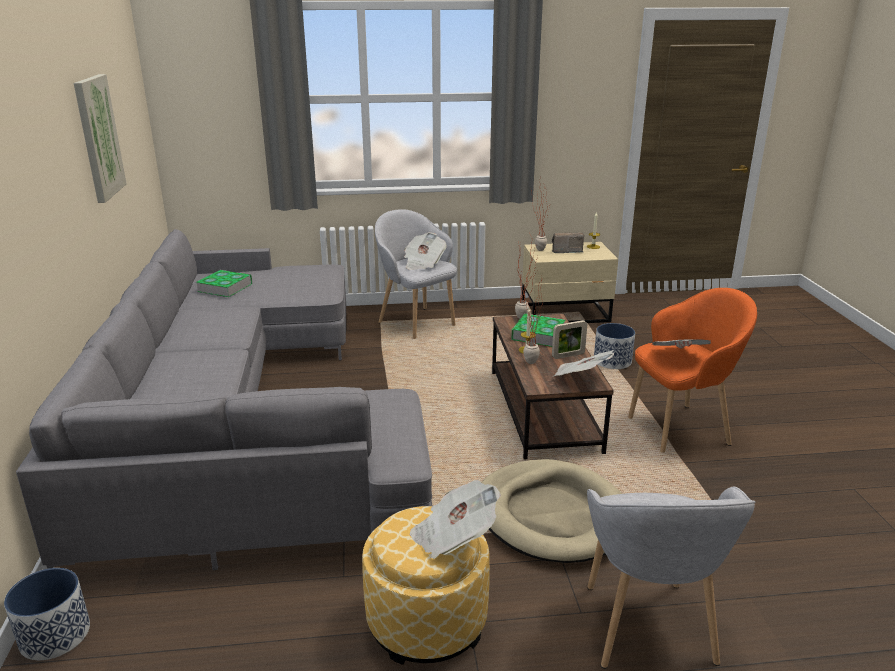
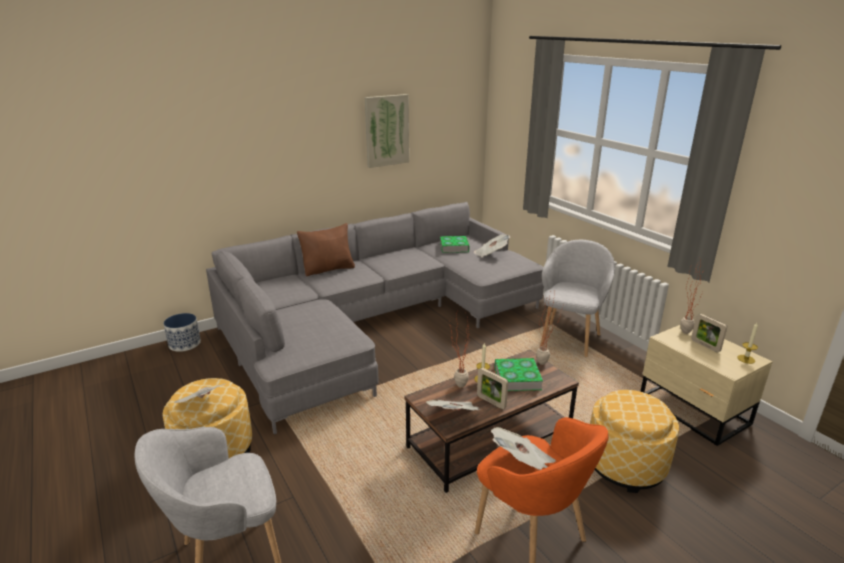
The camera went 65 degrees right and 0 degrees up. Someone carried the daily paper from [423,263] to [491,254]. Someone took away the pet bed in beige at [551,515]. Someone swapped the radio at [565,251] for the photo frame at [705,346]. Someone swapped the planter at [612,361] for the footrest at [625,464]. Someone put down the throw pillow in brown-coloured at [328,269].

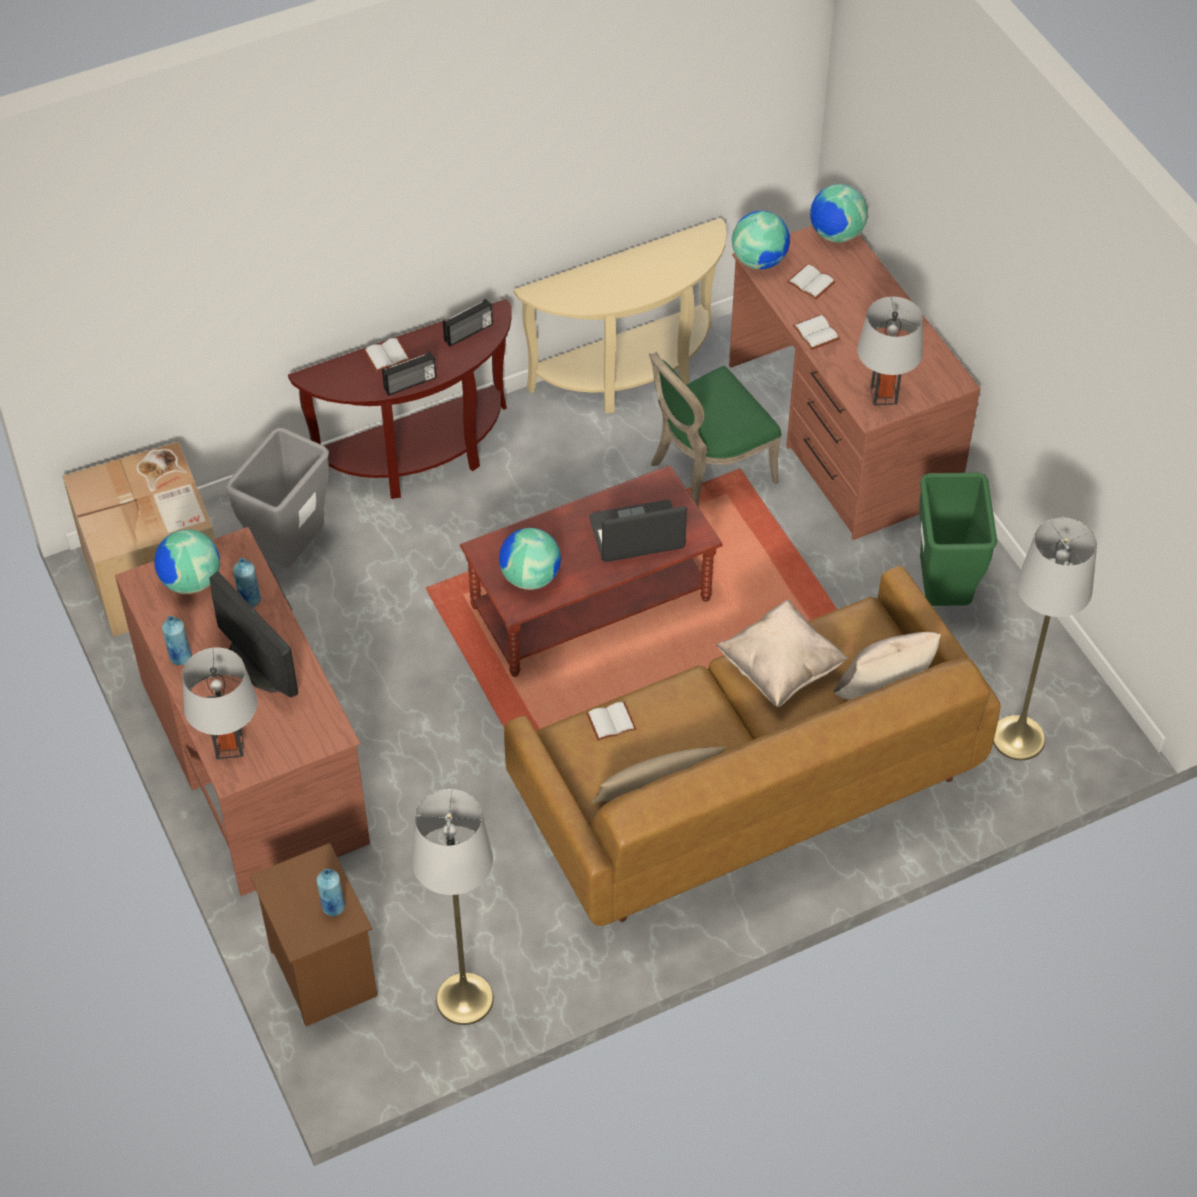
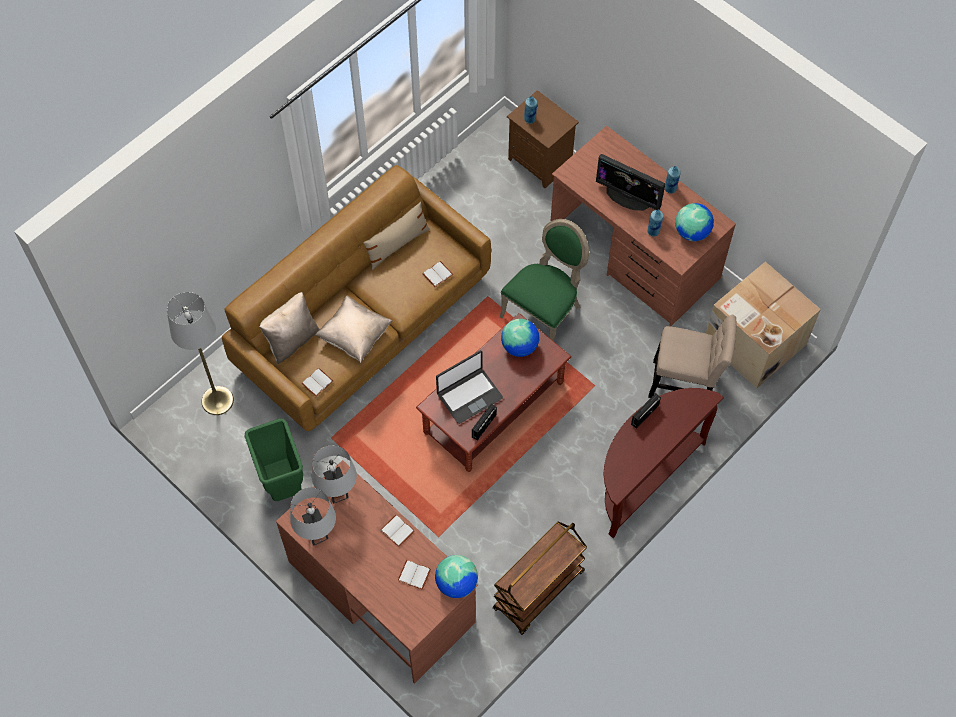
The camera went 160 degrees right and 10 degrees up. Someone carried the tabletop lamp in gray from [229,746] to [317,534]. Someone swapped the rubbish bin in gray at [291,551] for the plain chair in beige at [686,384]. Someone carried the bound book in white-coloured from [387,357] to [317,382]. Someone took away the floor lamp in gray at [464,999]. Someone carried the radio from [469,333] to [483,425]. Someone swapped the hall table in beige at [631,374] for the trolley in brown-coloured at [538,591]. Someone carried the plain chair in green-coloured from [707,471] to [544,311]. Someone took away the desk globe at [836,234].

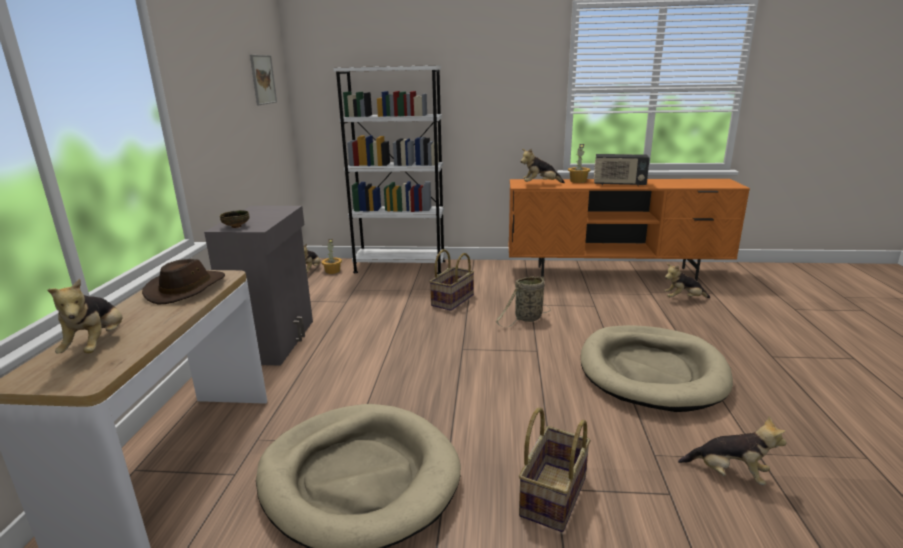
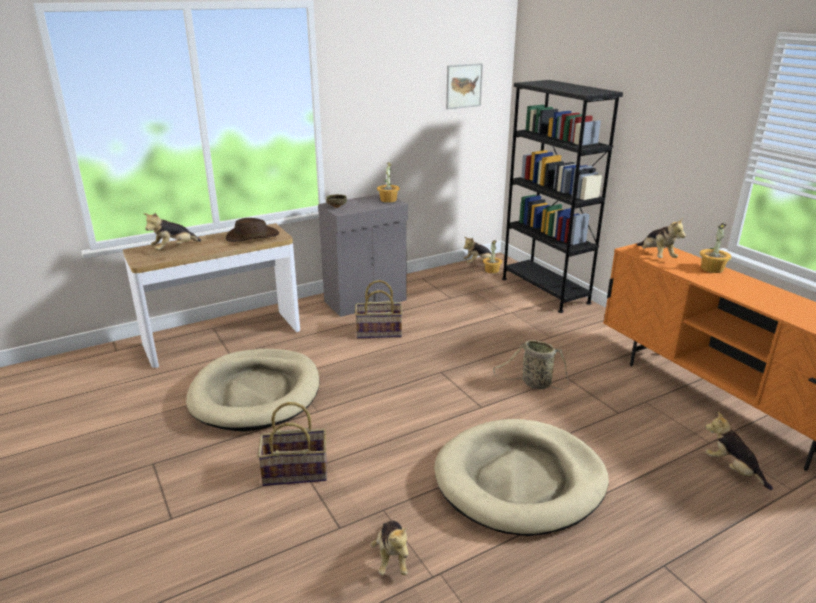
The camera went 55 degrees right and 5 degrees up. Someone repainted the bookcase in white-coloured at [400,266], which became the bookcase in black at [544,290]. Someone carried the household basket from [453,300] to [378,332]. Someone rotated the plush toy at [540,184] by 150 degrees counterclockwise. Someone took away the radio at [619,184]. Someone put down the potted plant at [388,200].

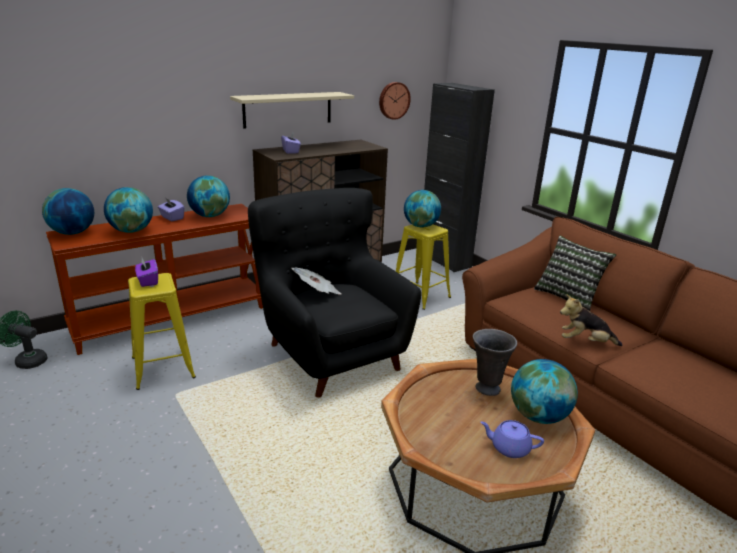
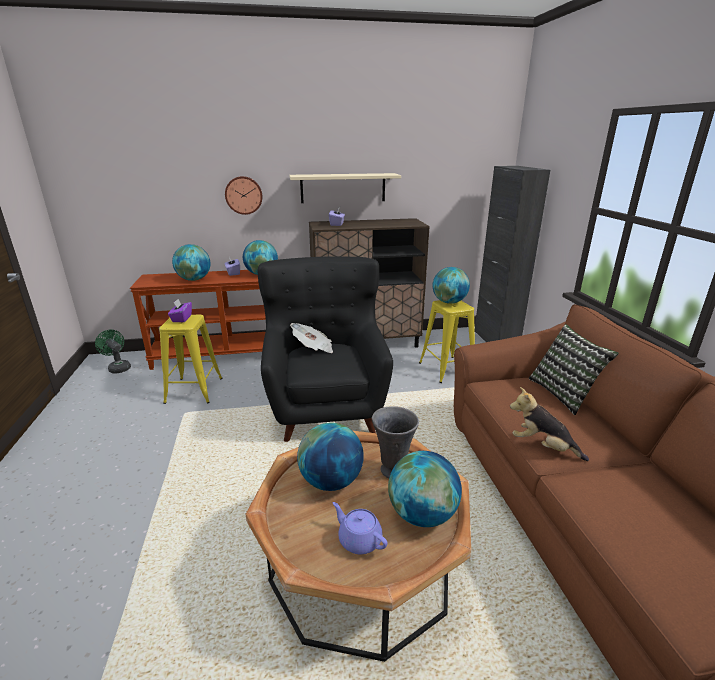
The camera went 25 degrees right and 0 degrees up. Someone carried the desk globe from [72,233] to [331,481]. Someone carried the hanging clock from [393,100] to [244,195].

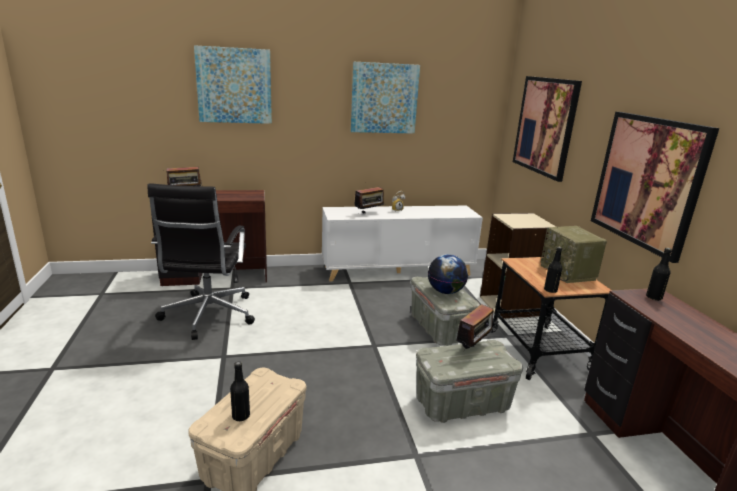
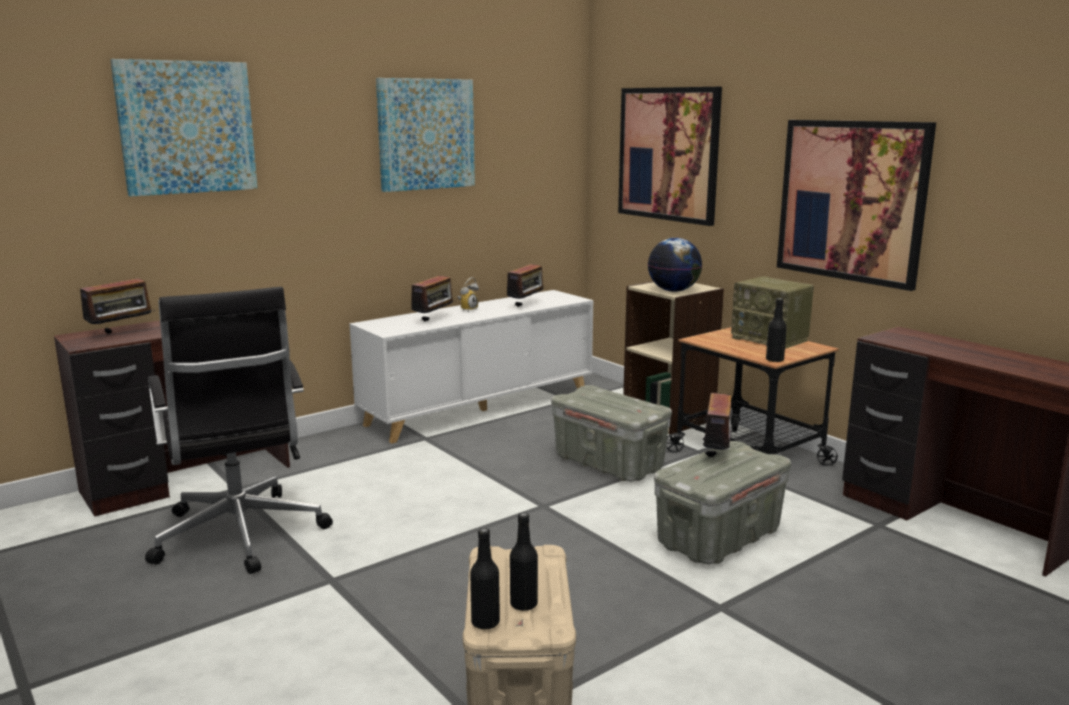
The camera went 25 degrees left and 5 degrees down. Someone carried the desk globe from [445,292] to [673,291]. Someone carried the drink bottle in black from [654,297] to [485,622]. Someone put down the radio at [526,305].

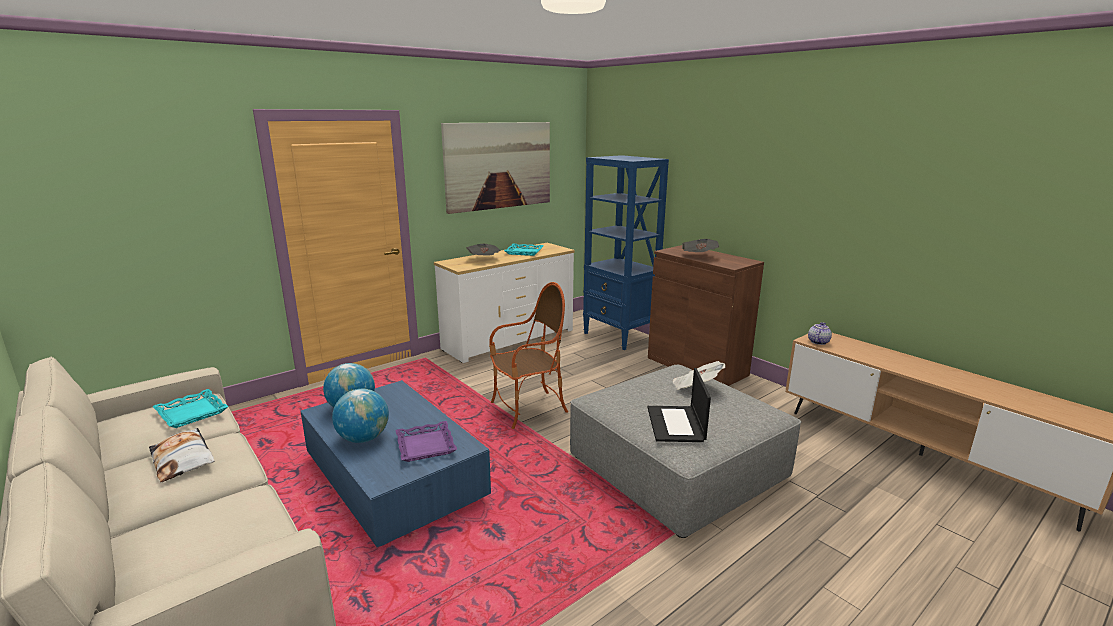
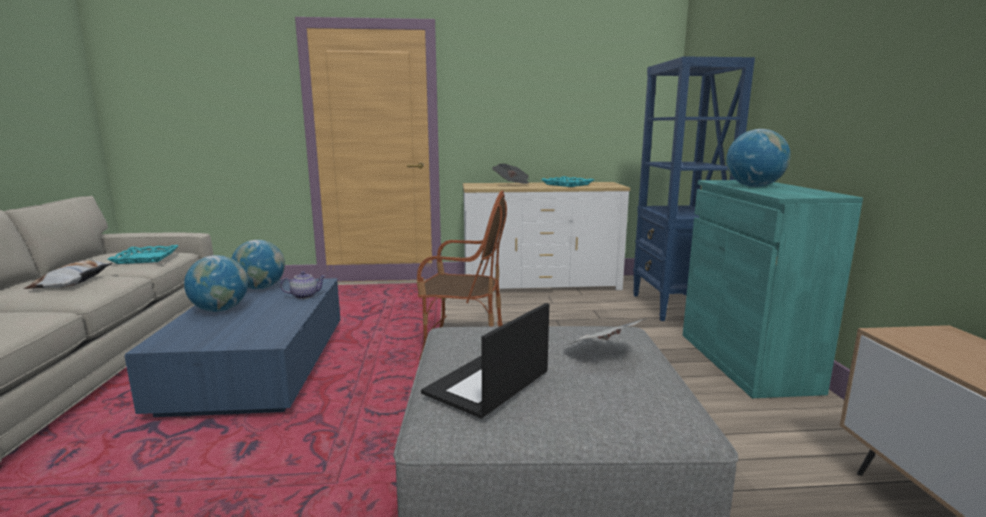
The camera went 35 degrees right and 5 degrees down. Someone took away the serving tray in purple at [425,446]. Someone took away the wall art at [498,165]. Someone repainted the cupboard in brown-coloured at [696,366], which became the cupboard in blue-green at [746,361]. Someone swapped the daily paper at [699,256] for the desk globe at [753,186]. Someone carried the teapot from [817,342] to [305,296].

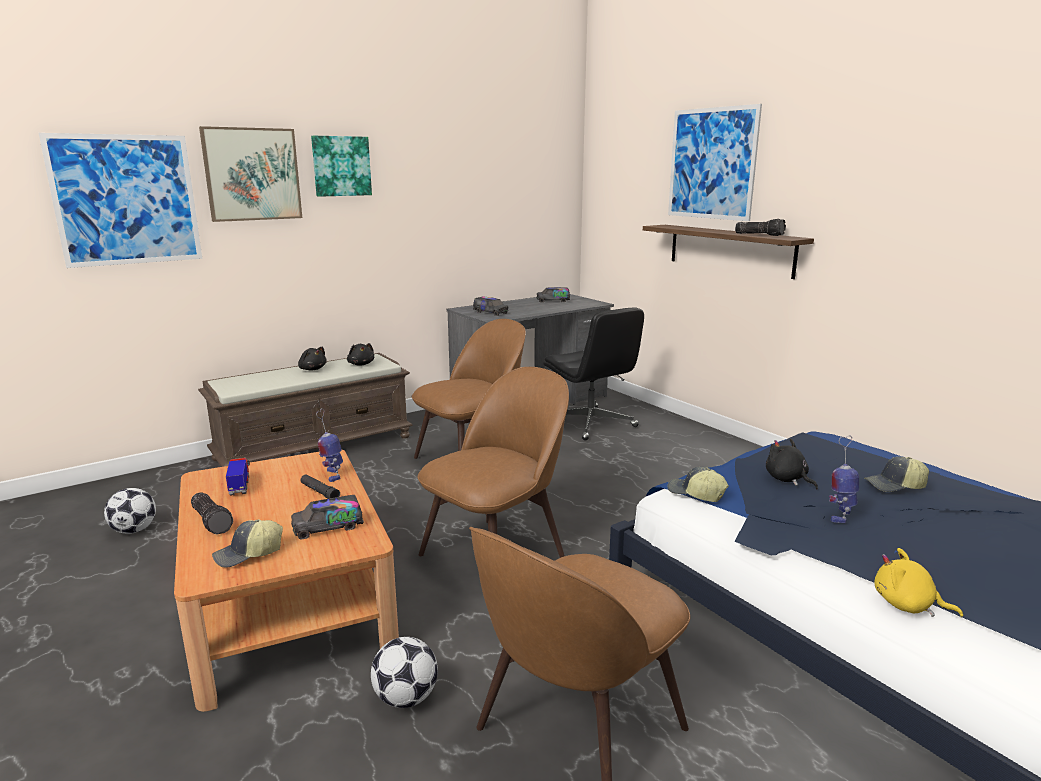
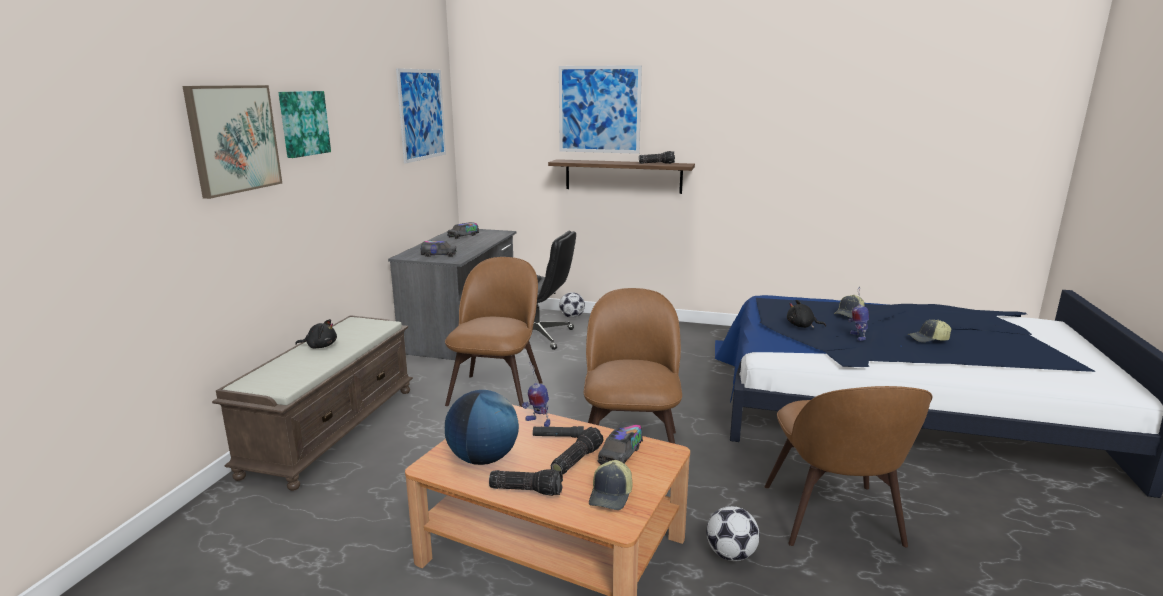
The camera went 40 degrees left and 0 degrees up. Someone carried the wall art from [126,200] to [422,114]. Someone carried the football from [134,530] to [572,317]. Someone swapped the toy lorry at [239,486] for the desk globe at [483,459]. Someone took away the plush toy in black at [361,364]. Someone carried the cap from [695,494] to [928,339]. Someone took away the plush toy in yellow-coloured at [907,605]. Someone put down the hand torch at [576,460].

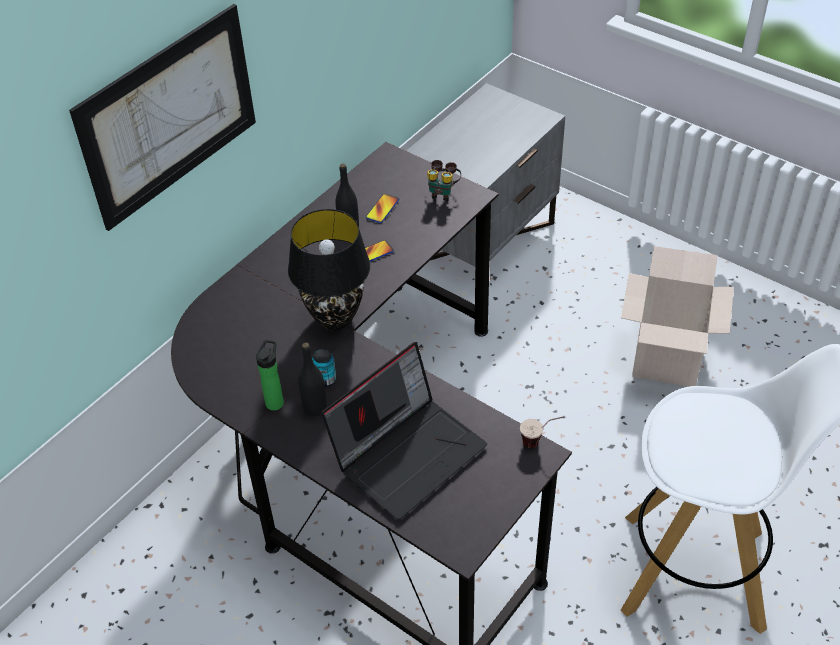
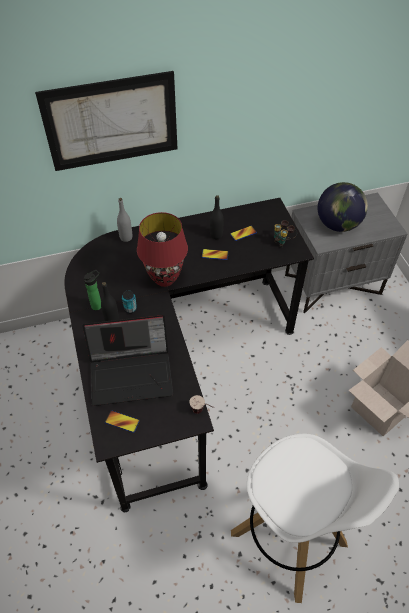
The camera went 35 degrees right and 5 degrees up. Someone repainted the tabletop lamp in black at [334,319], which became the tabletop lamp in red-coloured at [164,279]. Someone put down the telephone at [122,422]. Someone put down the drink bottle in gray at [126,237]. Someone put down the desk globe at [338,224].

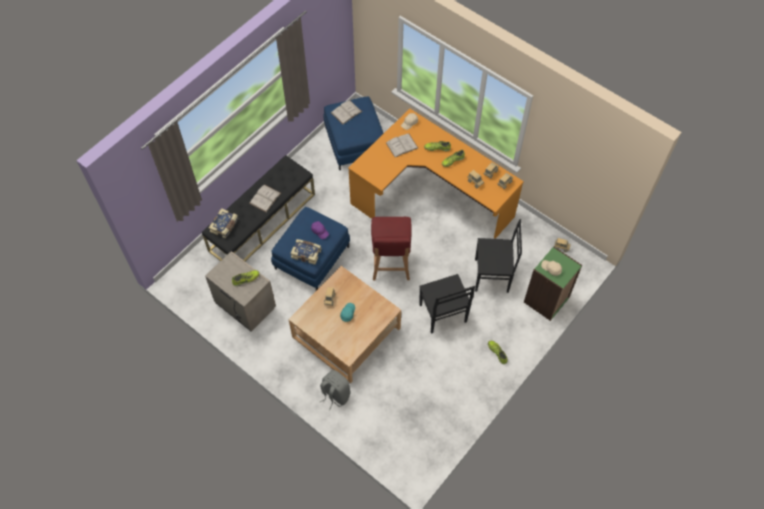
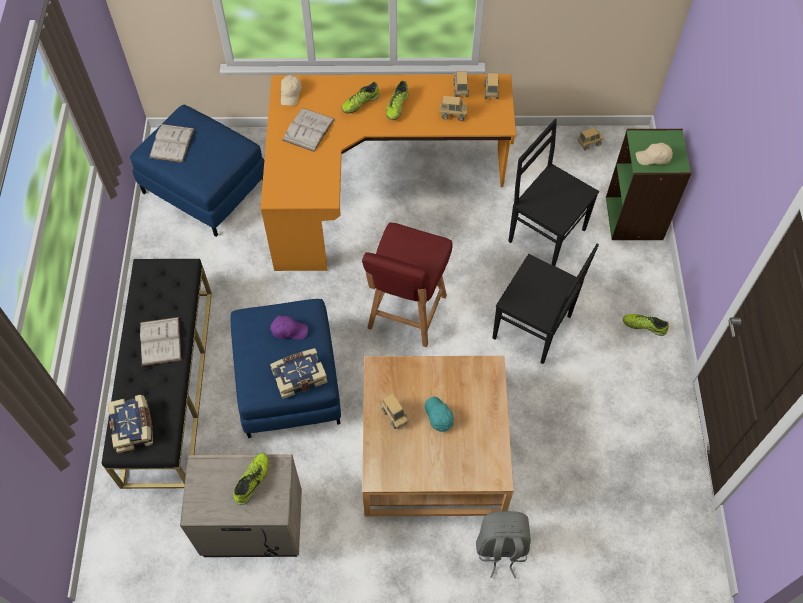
The camera went 40 degrees left and 0 degrees up. Someone rotated the plain chair in red-coloured at [390,265] by 60 degrees clockwise. Someone rotated the plain chair in black at [493,275] by 105 degrees counterclockwise.

